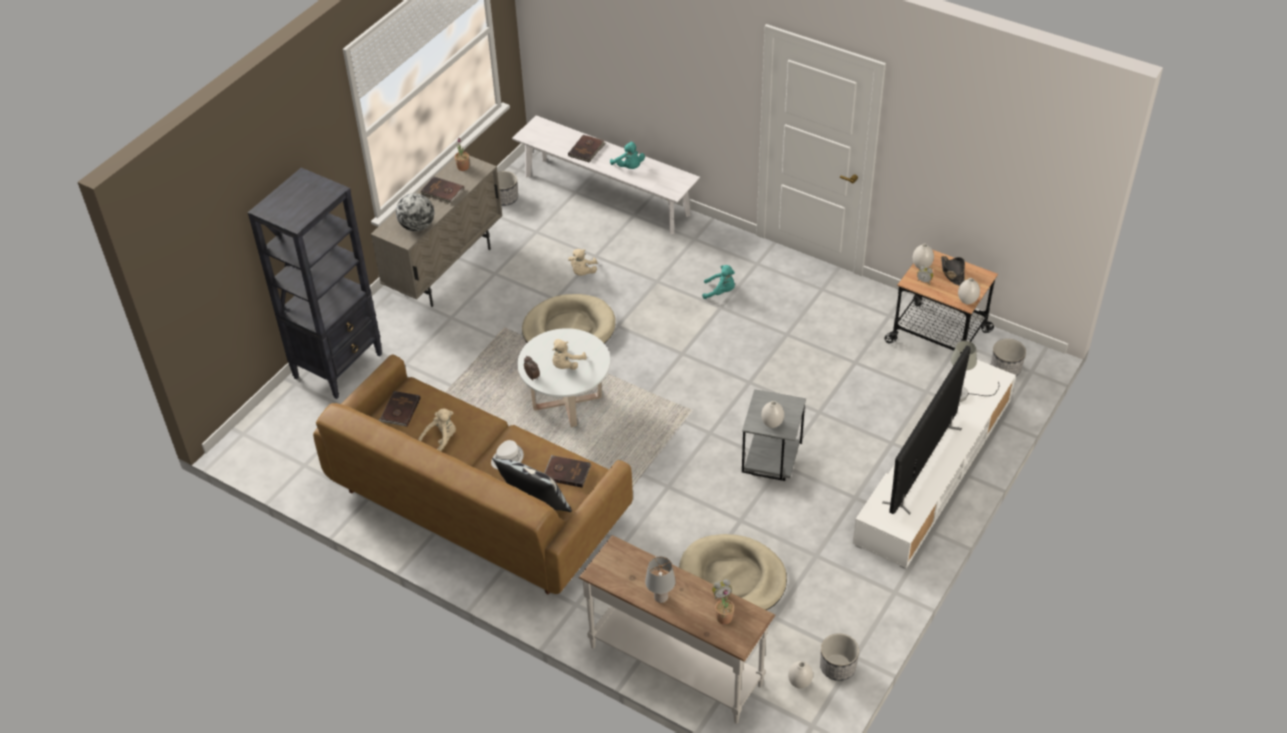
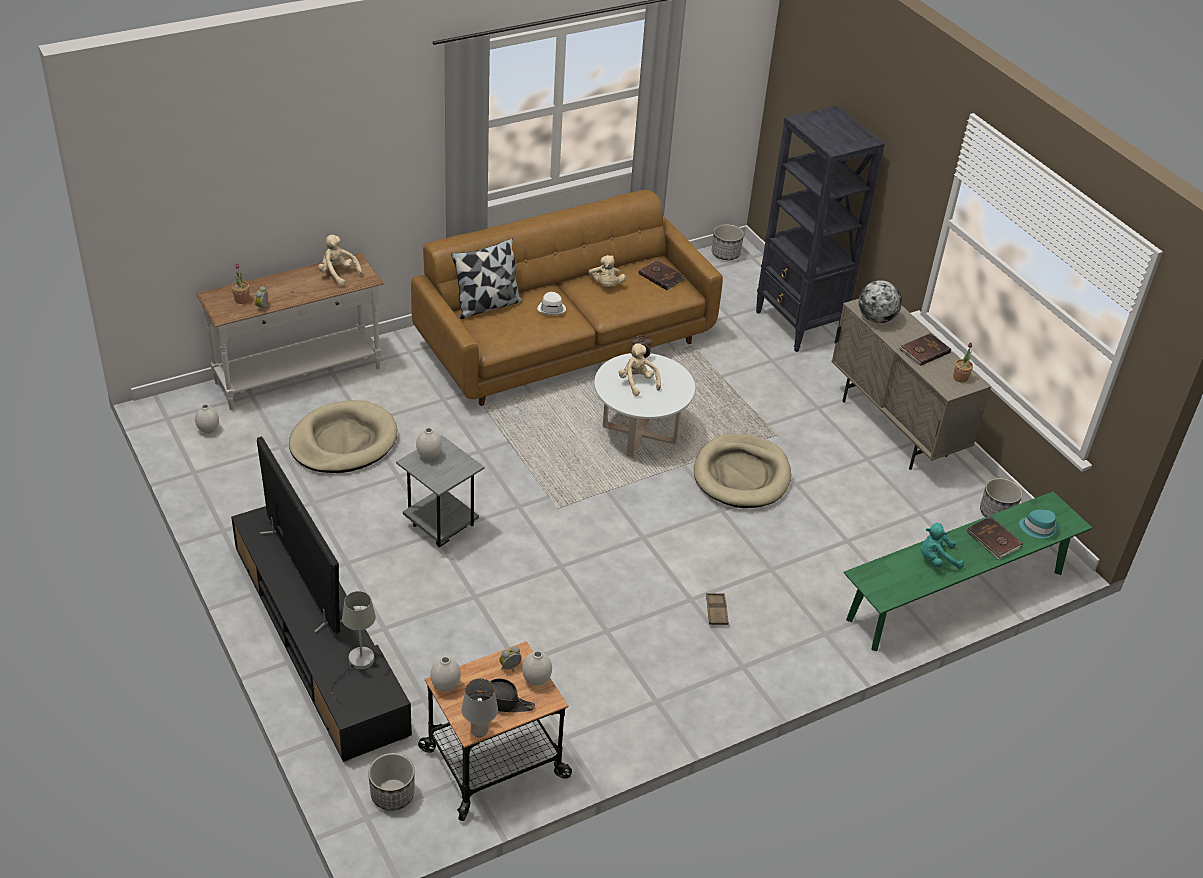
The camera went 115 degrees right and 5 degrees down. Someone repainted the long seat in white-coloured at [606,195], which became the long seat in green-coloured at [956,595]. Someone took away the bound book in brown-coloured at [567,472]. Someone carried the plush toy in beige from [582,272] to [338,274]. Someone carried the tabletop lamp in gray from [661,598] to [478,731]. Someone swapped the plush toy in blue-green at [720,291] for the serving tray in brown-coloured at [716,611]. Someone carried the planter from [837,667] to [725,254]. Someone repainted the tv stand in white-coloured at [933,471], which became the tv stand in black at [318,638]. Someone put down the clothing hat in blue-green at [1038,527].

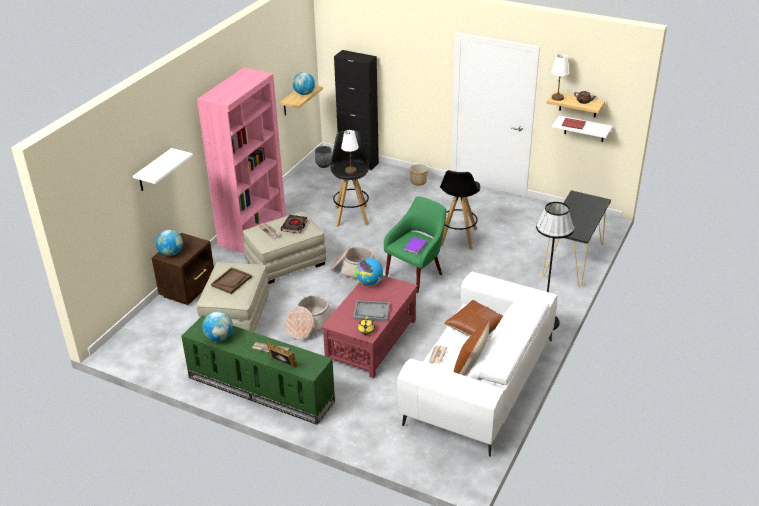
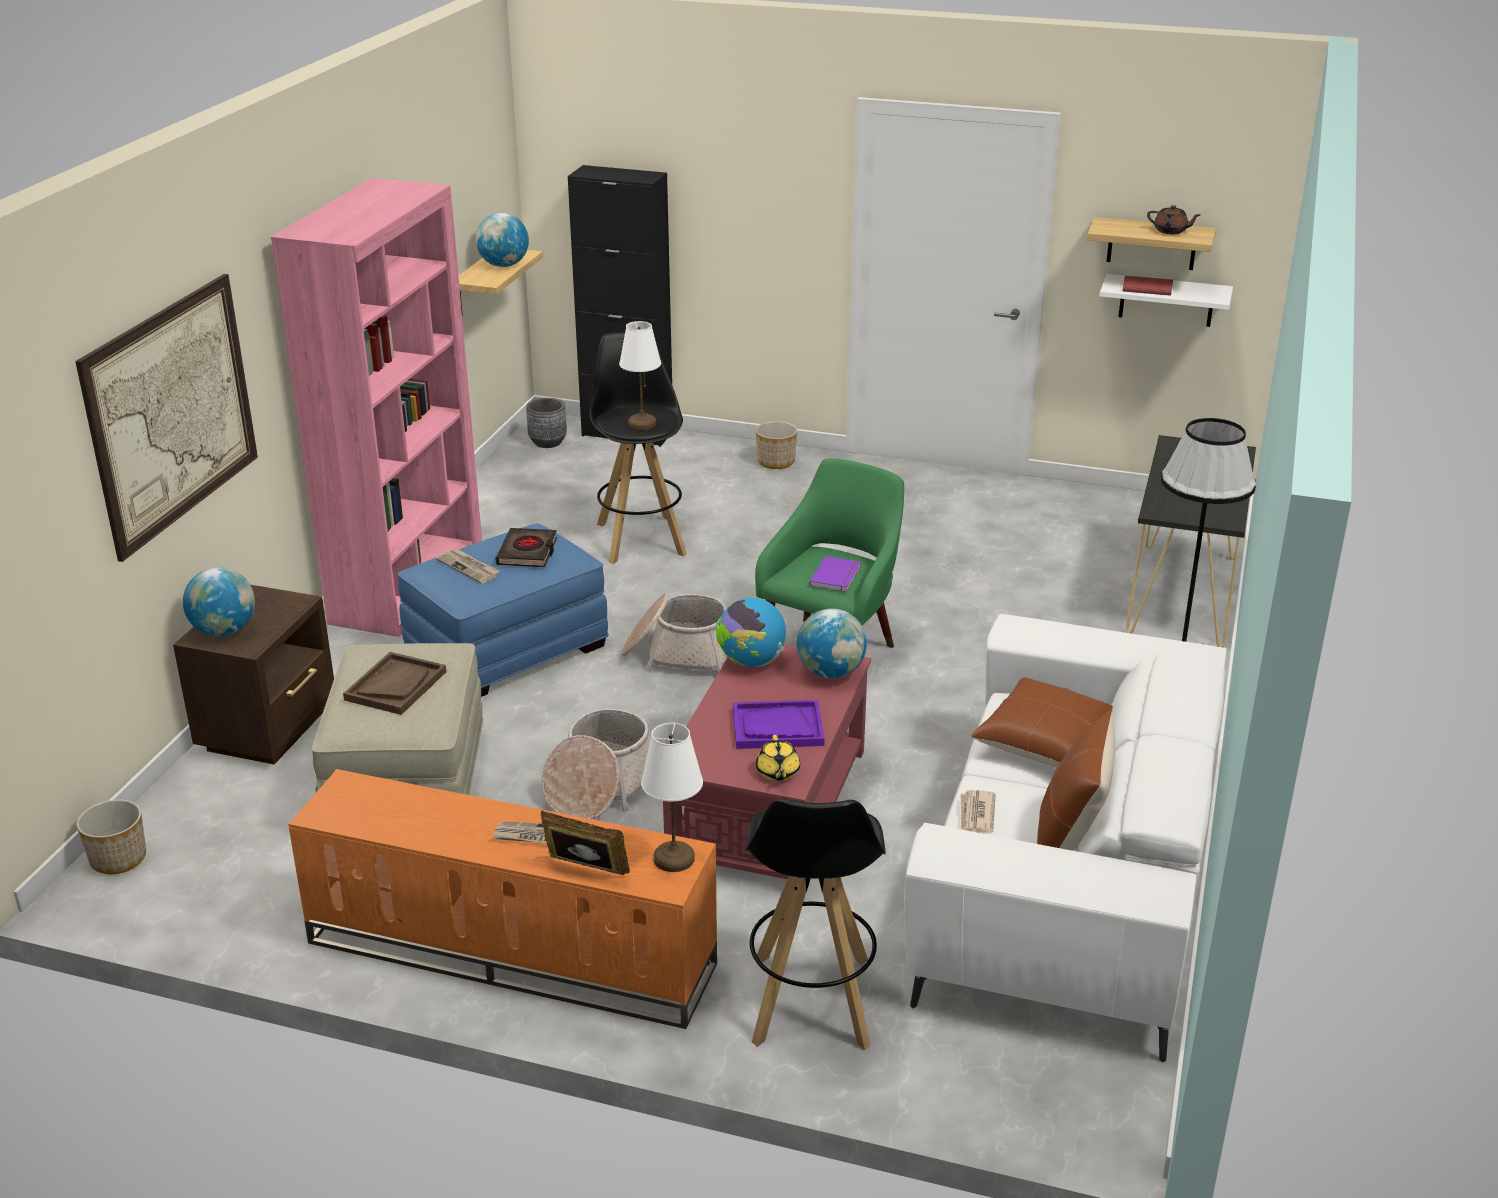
The camera went 10 degrees left and 5 degrees down. Someone swapped the shelf in white-coloured at [154,171] for the wall art at [172,413]. Someone repainted the tv stand in green-coloured at [259,389], which became the tv stand in orange at [508,954]. Someone carried the desk globe from [219,337] to [831,673]. Someone repainted the footrest in beige at [285,263], which became the footrest in bluish at [506,651]. Someone repainted the serving tray in gray at [371,312], which became the serving tray in purple at [777,727]. Someone carried the stool seat in black from [458,237] to [811,1002]. Someone carried the tabletop lamp in white-coloured from [557,98] to [675,859]. Someone put down the planter at [119,859].

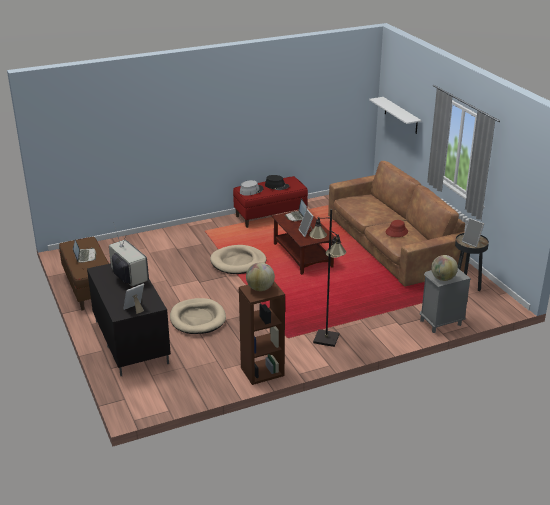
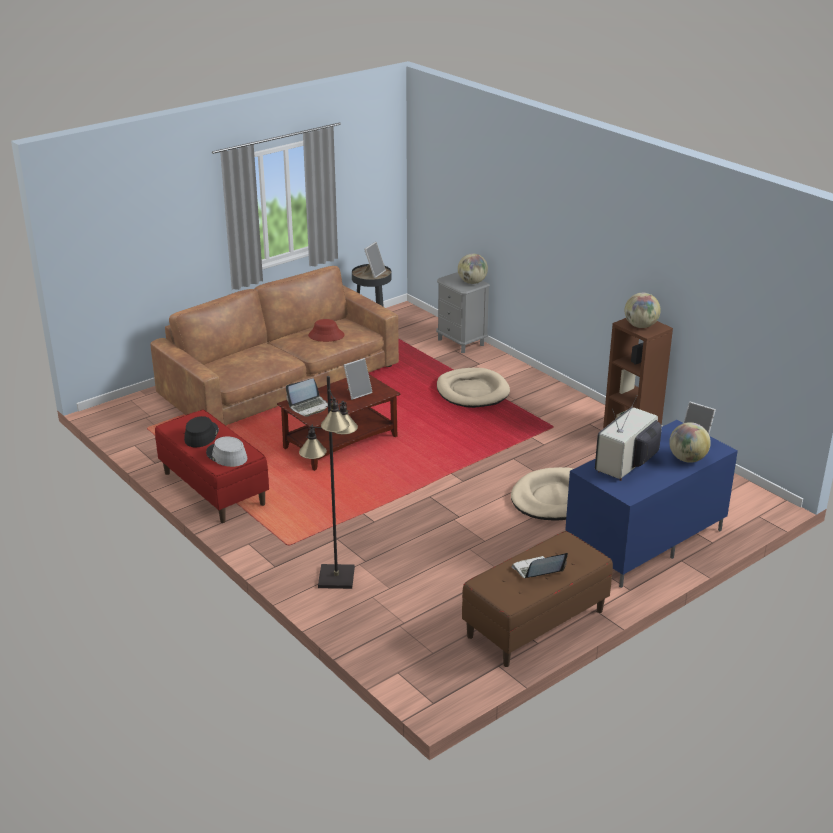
The camera went 105 degrees left and 0 degrees up. Someone repainted the tv stand in black at [130,341], which became the tv stand in bluish at [645,542]. Someone carried the pet bed in beige from [238,262] to [472,391]. Someone carried the floor lamp in black from [326,338] to [336,578]. Someone took away the shelf in white-coloured at [401,115]. Someone put down the desk globe at [687,459].

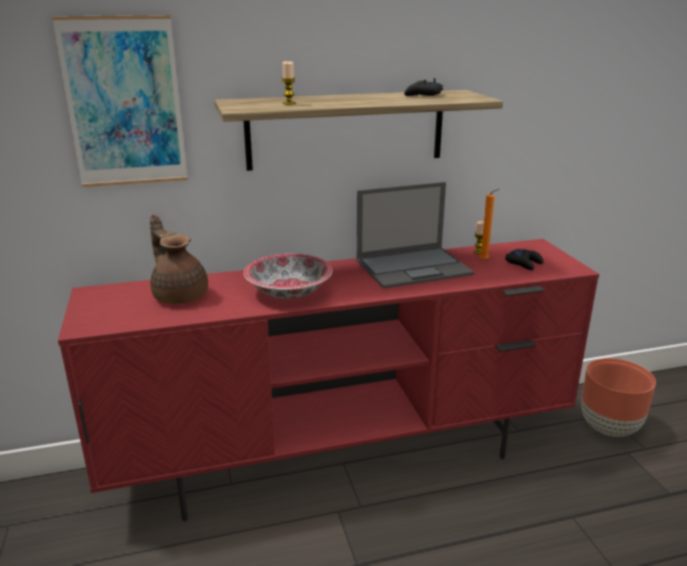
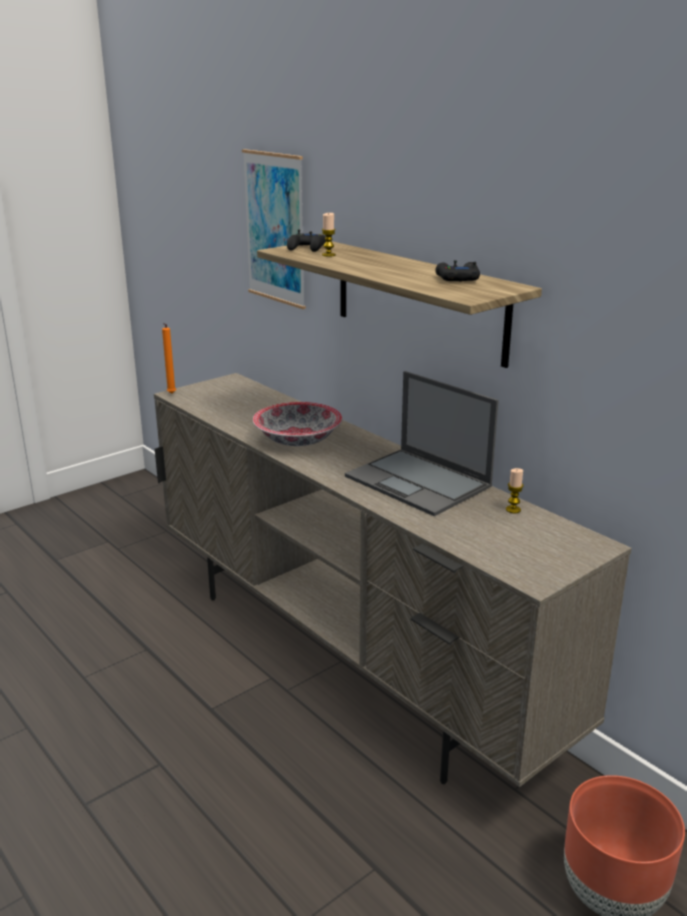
The camera went 65 degrees right and 0 degrees up. Someone repainted the tv stand in red-coloured at [344,459], which became the tv stand in beige at [349,660]. Someone took away the teapot in brown-coloured at [180,295]. Someone carried the wax candle in orange from [485,260] to [171,394]. Someone carried the game controller in black from [524,263] to [307,248].

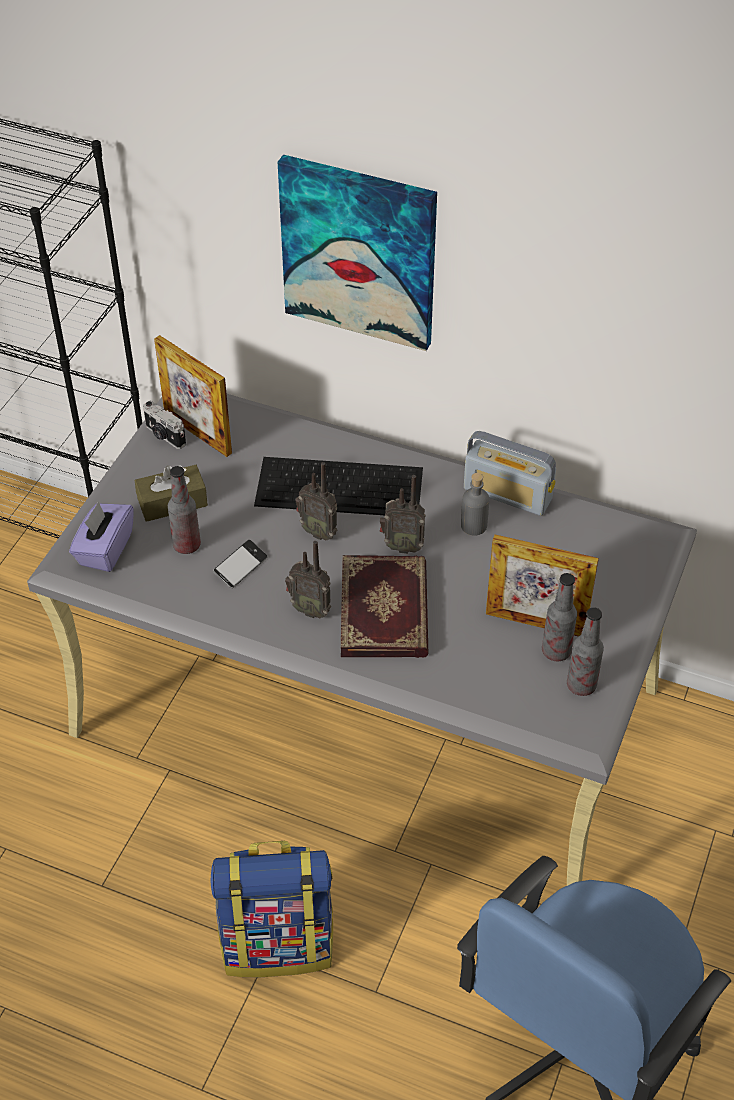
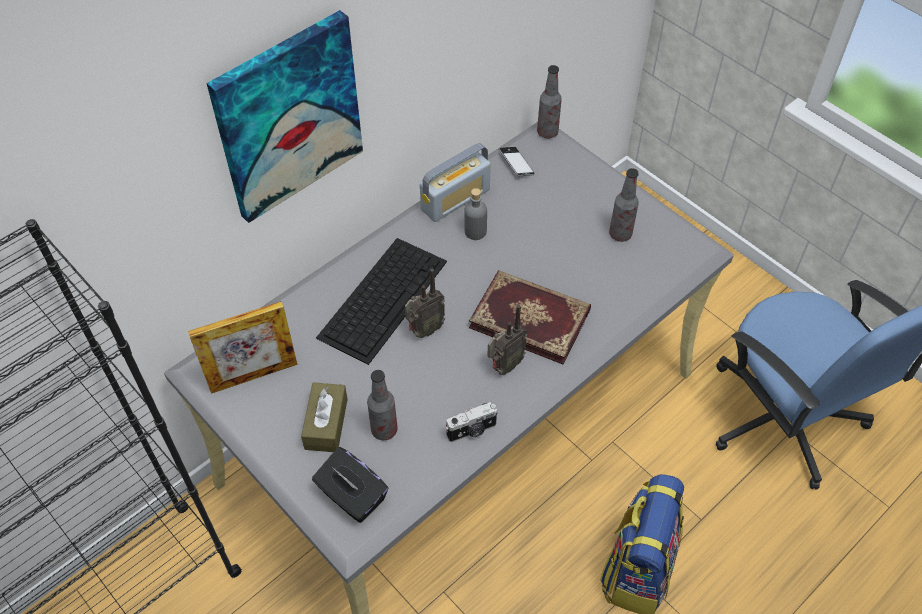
The camera went 65 degrees left and 5 degrees up. Someone repainted the box of tissues in purple at [105,549], which became the box of tissues in black at [352,496]. Someone carried the photo camera from [164,436] to [472,431]. Someone carried the telephone from [240,567] to [516,164]. Someone took away the radio at [402,546]. Someone took away the photo frame at [535,623]. Someone carried the drink bottle from [581,685] to [547,132].

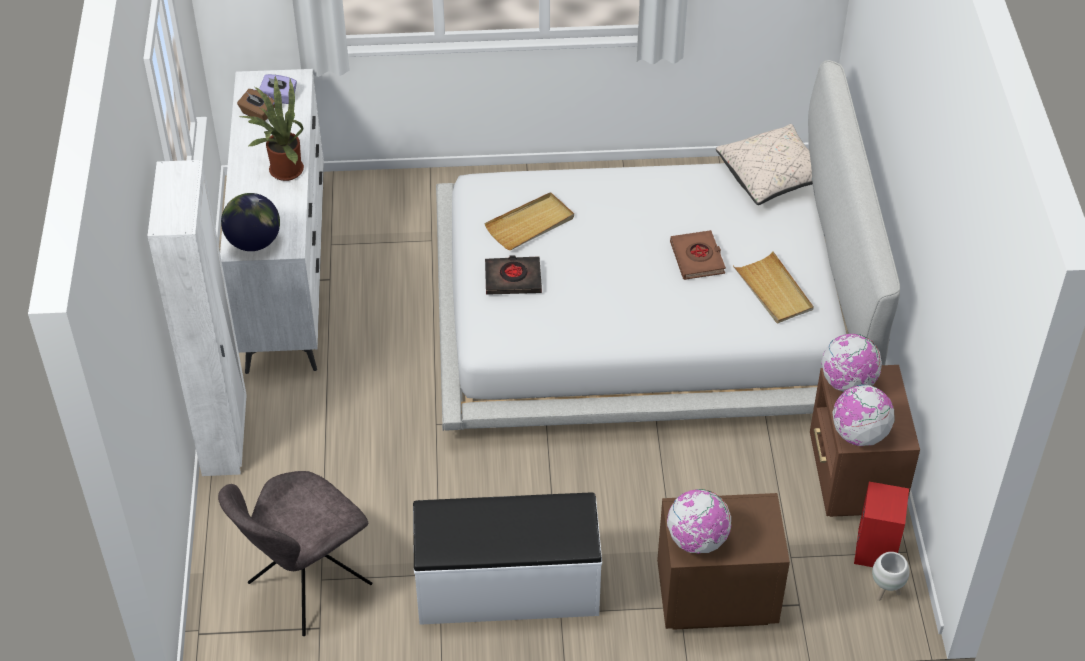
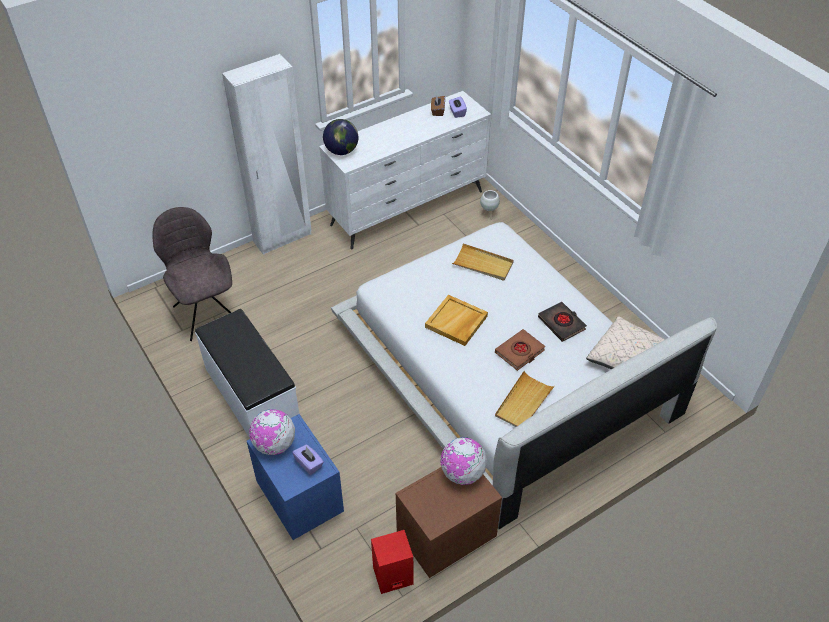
The camera went 60 degrees right and 0 degrees up. Someone rotated the plain chair in gray at [305,586] by 45 degrees clockwise. Someone took away the potted plant at [282,170]. Someone carried the bound book in black from [513,279] to [561,323]. Someone repainted the nightstand in brown-coloured at [714,597], which became the nightstand in bluish at [301,499]. Someone took away the desk globe at [859,434]. Someone carried the planter in white-coloured from [886,591] to [489,215]. Someone put down the box of tissues in purple at [309,464]. Someone put down the serving tray in beige at [456,322].

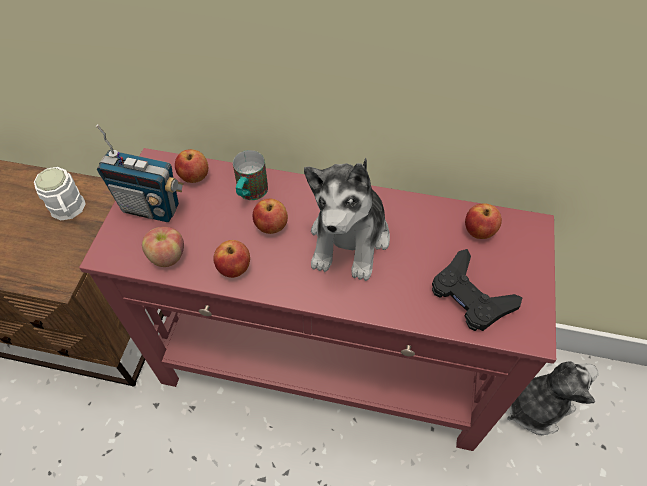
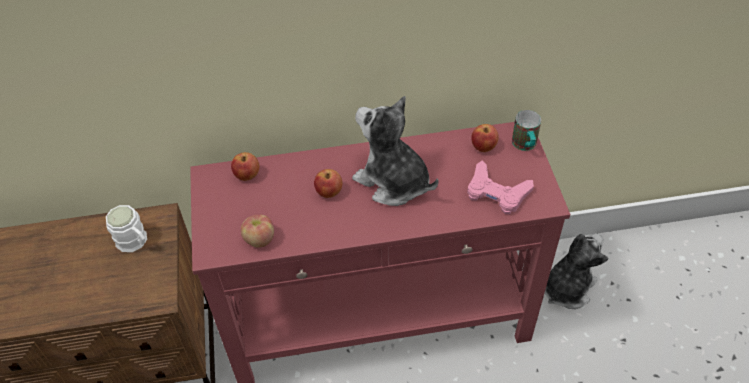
The camera went 20 degrees left and 5 degrees down. Someone took away the radio at [151,208]. Someone took away the whole apple at [234,268]. Someone carried the coffee mug from [250,194] to [525,146]. Someone rotated the plush toy at [350,239] by 135 degrees clockwise. Someone repainted the game controller in black at [470,296], which became the game controller in pink-coloured at [496,193].

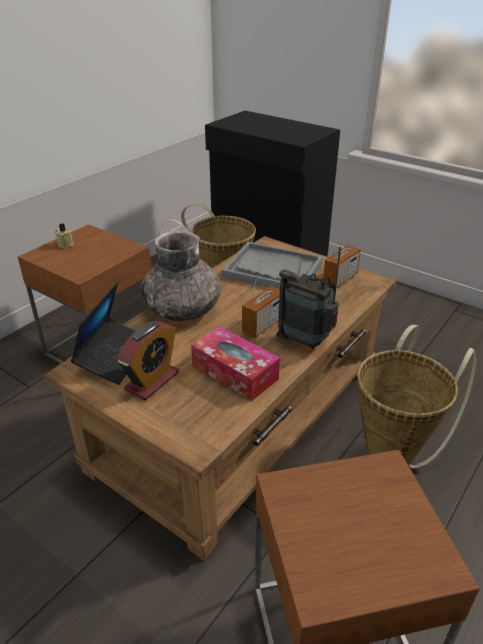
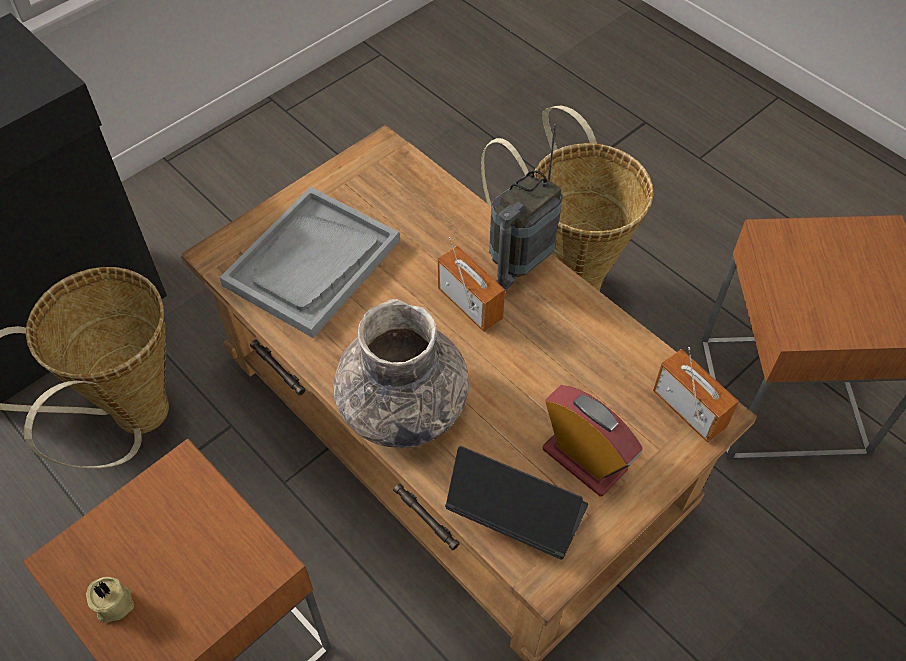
The camera went 80 degrees left and 20 degrees up. Someone took away the box of tissues at [235,372]. Someone carried the radio from [340,279] to [688,410].

